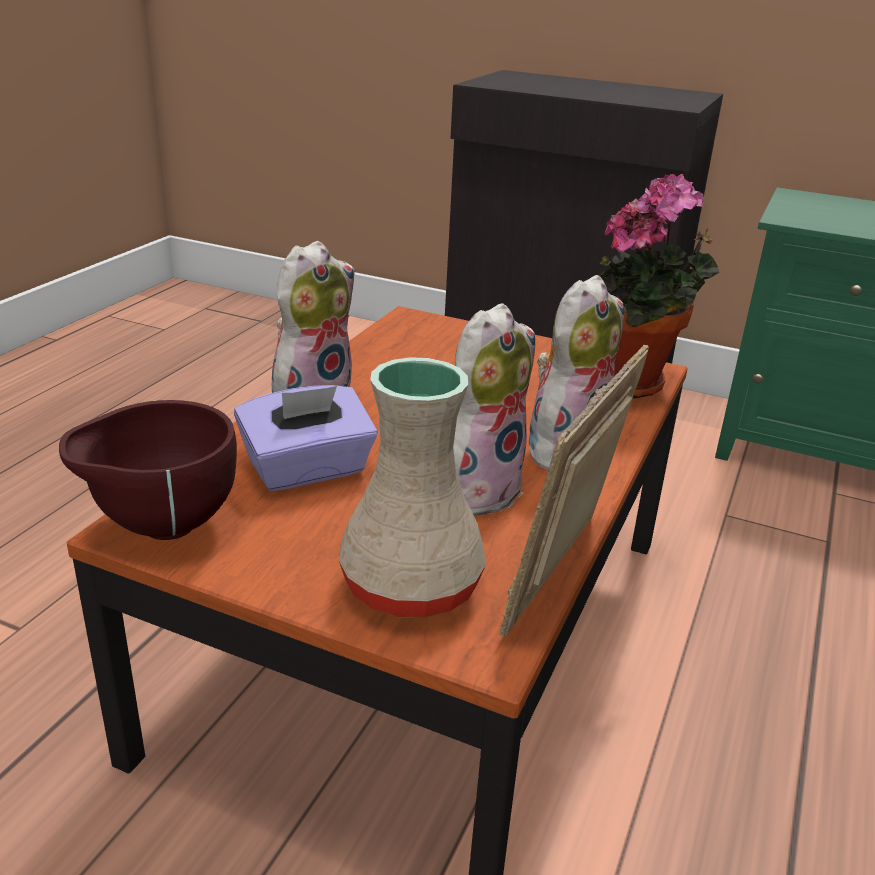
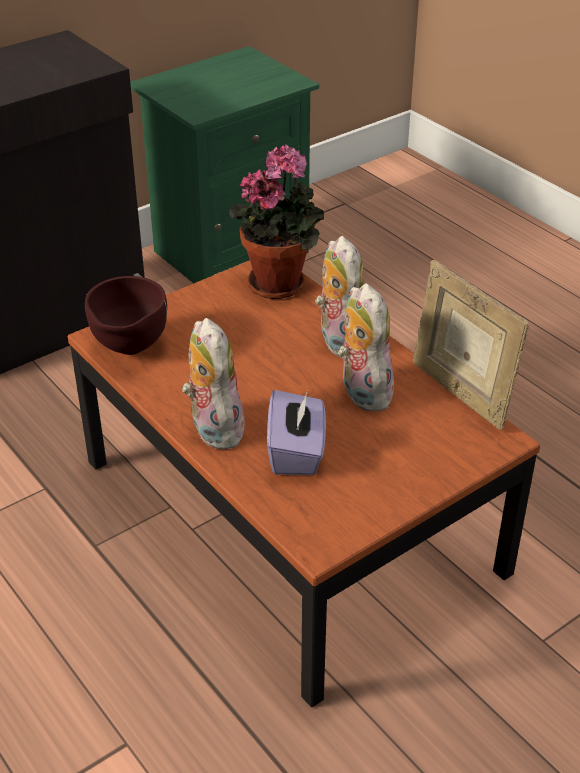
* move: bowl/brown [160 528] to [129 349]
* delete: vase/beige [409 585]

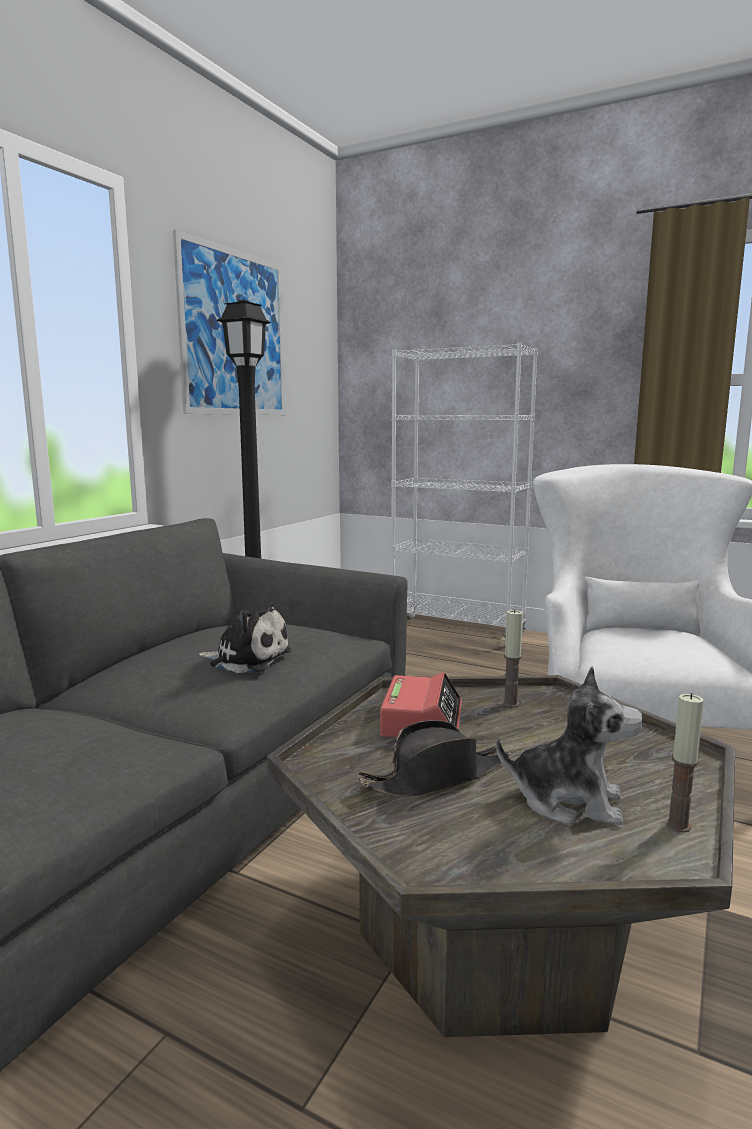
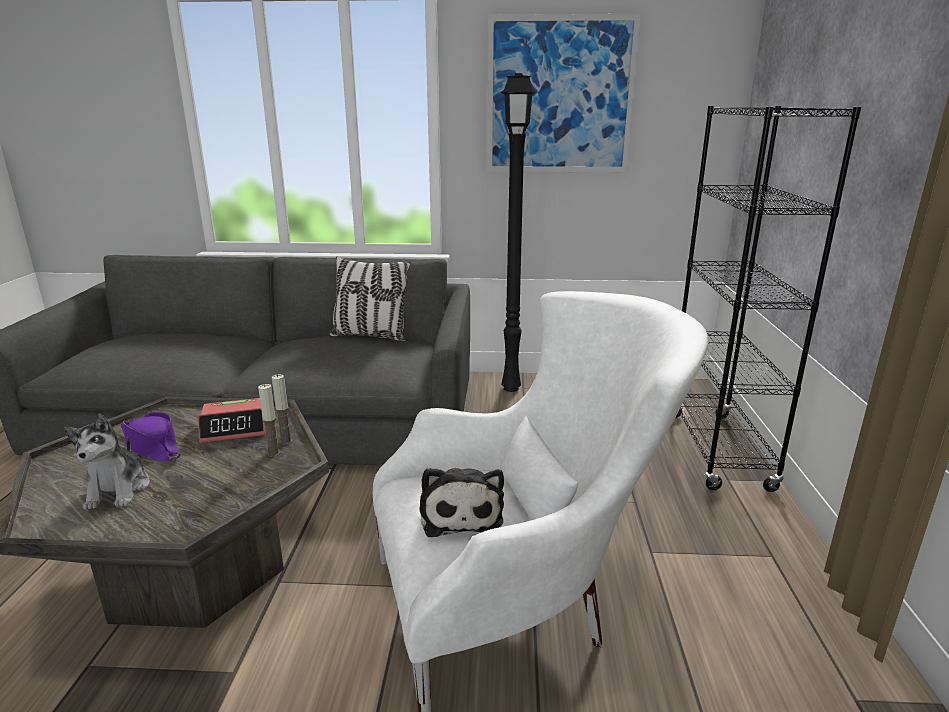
* recolor: hat/black [436 777] to hat/purple [152 446]
* move: candle [677 825] to [286 441]
* insert: pillow [370 336]
* move: plush toy [247 659] to [460 513]
* recolor: bookcase/white [457 631] to bookcase/black [717 450]

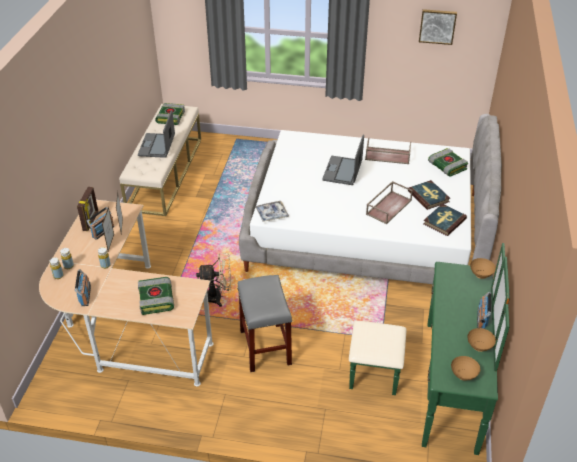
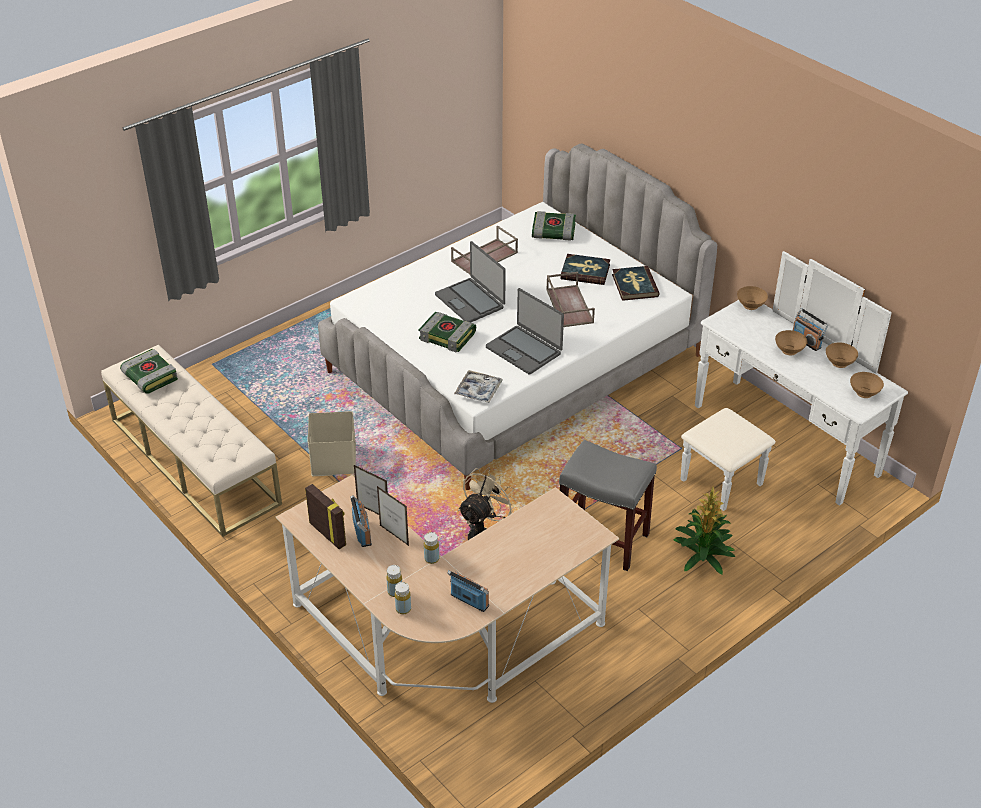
* insert: storage box/beige [332 459]
* move: book [157 300] to [448 336]
* move: laptop [157 146] to [524 350]
* insert: potted plant [703 555]
* recolor: dresser/green [433 382] to dresser/white [771 449]
* insert: bowl/brown [789 351]
* delete: picture [437 26]

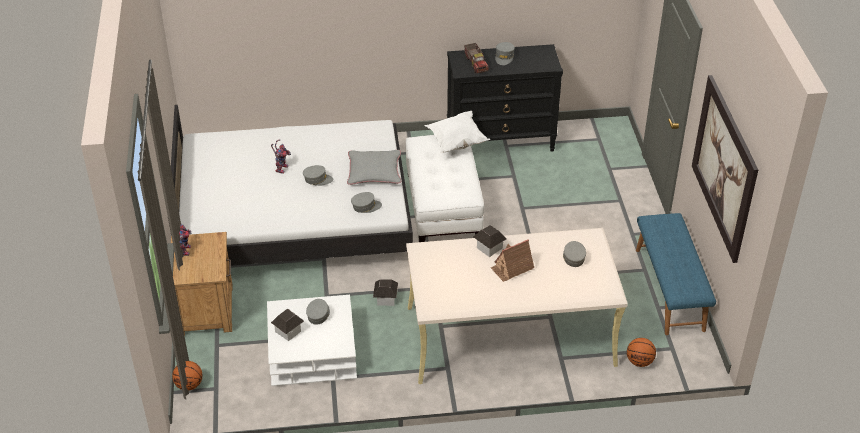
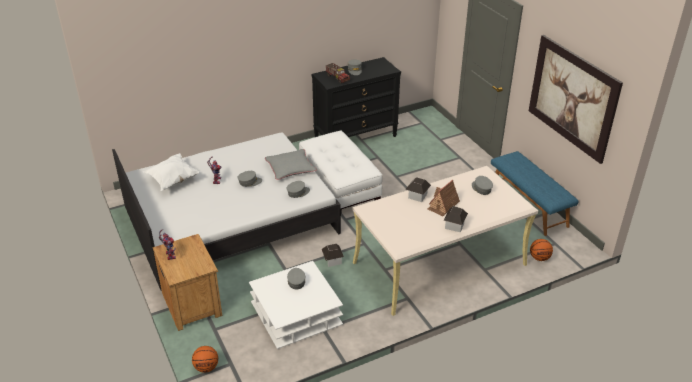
* move: pillow/white [456 143] to [173 181]
* move: toy house [288 331] to [454 226]

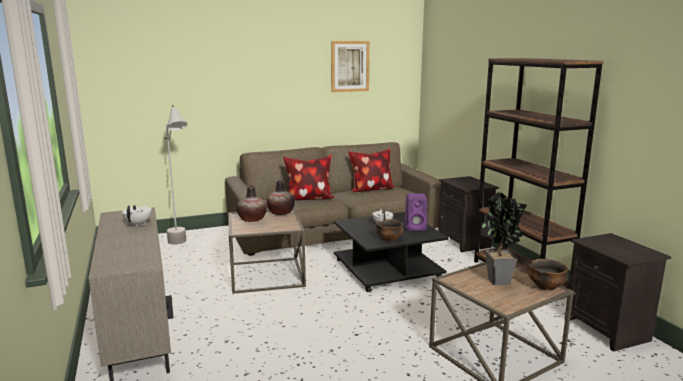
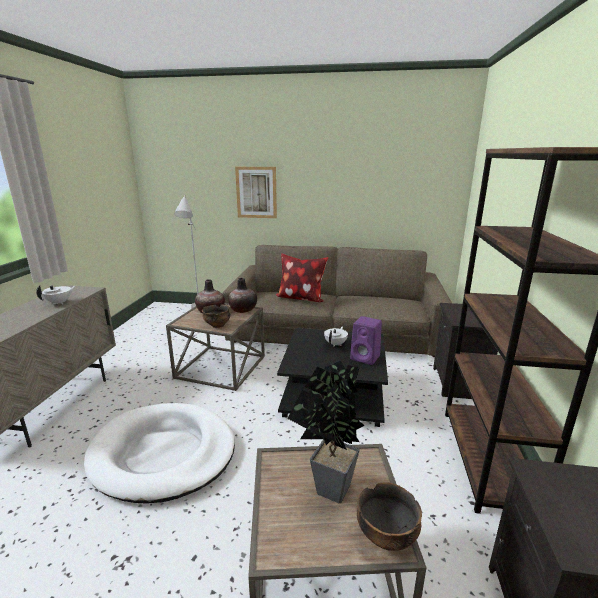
* insert: dog bed/white [163 454]
* move: bowl [389 239] to [217 325]
* move: picture [350 66] to [256 192]
* delete: pillow [371 190]

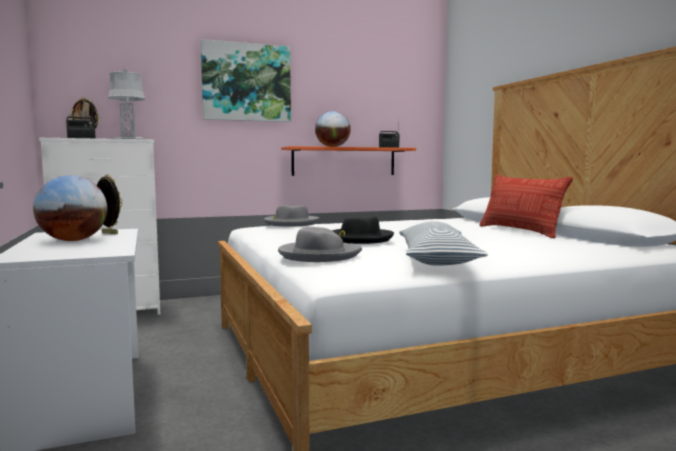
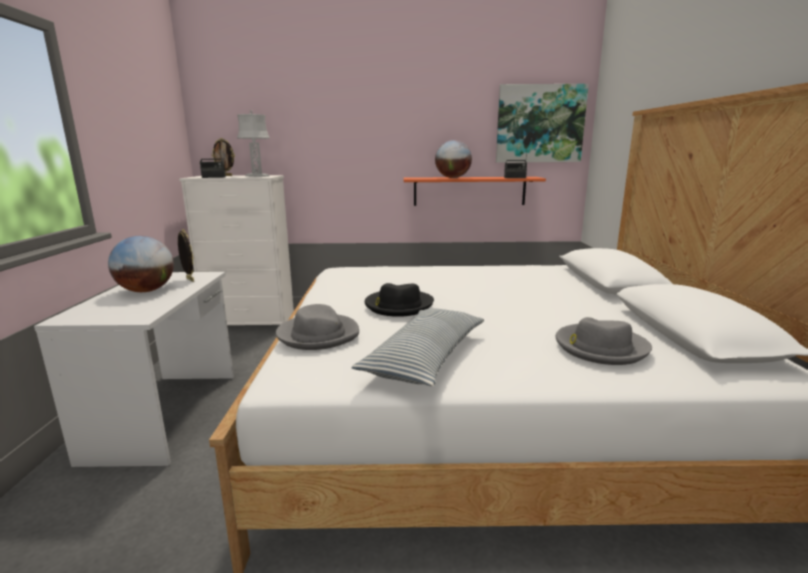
* move: picture [246 82] to [540 124]
* move: hat/grey [291 223] to [600 347]
* delete: pillow [520 231]

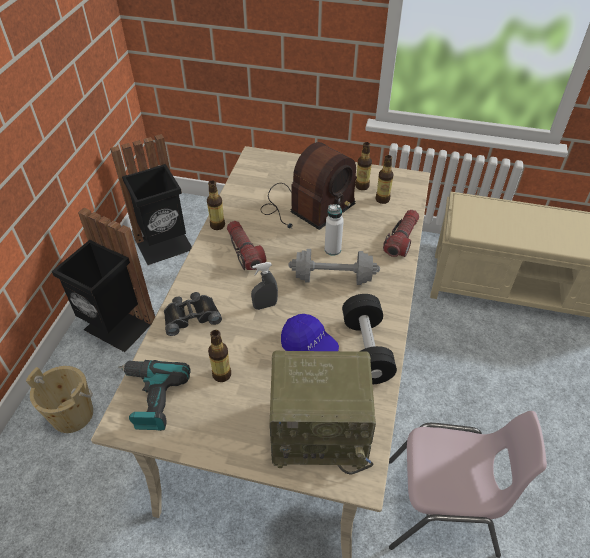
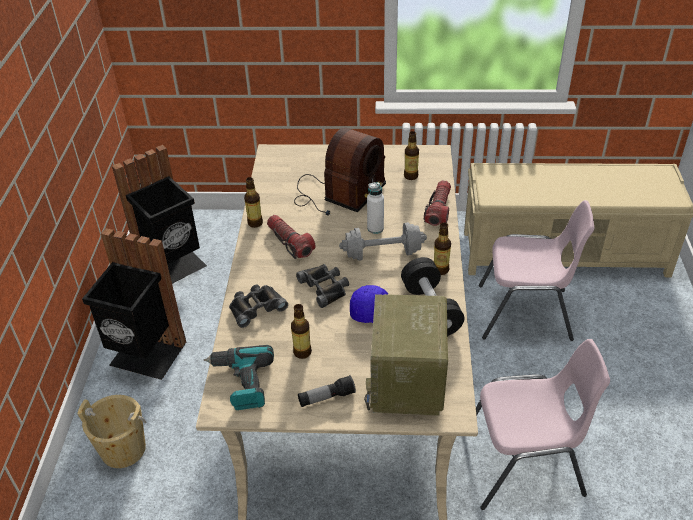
* replace: spray bottle/grey [265 305] to binoculars/black [325 287]
* insert: flashlight [326 397]
* rotate: radio [321 431] = [408 382] 105 degrees clockwise
* move: bottle [362 186] to [440 270]
* insert: chair/pink [526 313]

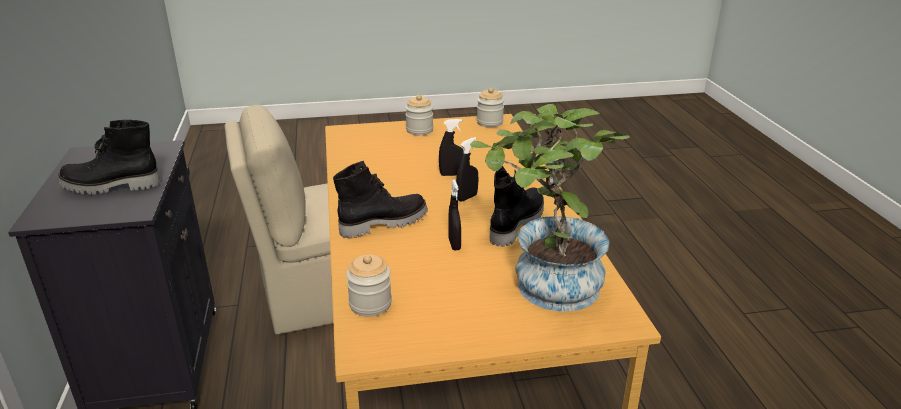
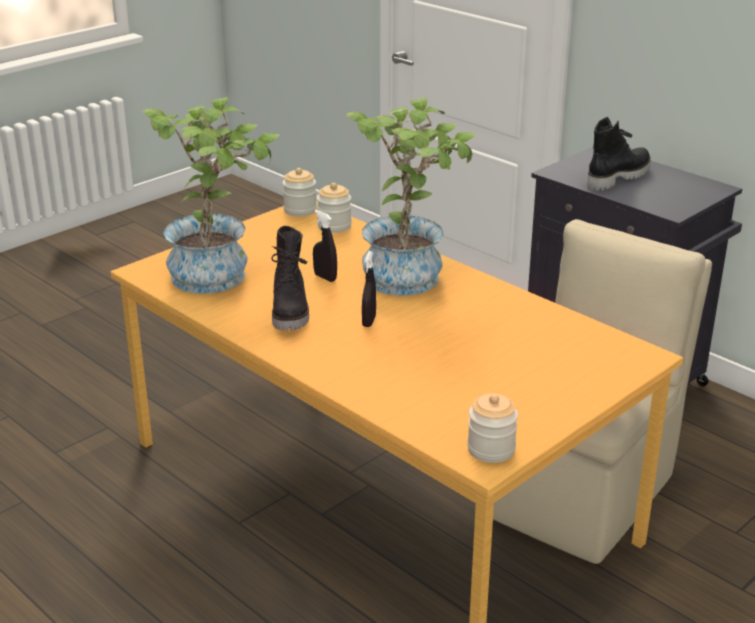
* move: jar [419 130] to [300 210]
* replace: boot/black [383 223] to potted plant [410 273]
* delete: spray bottle/black [452 174]

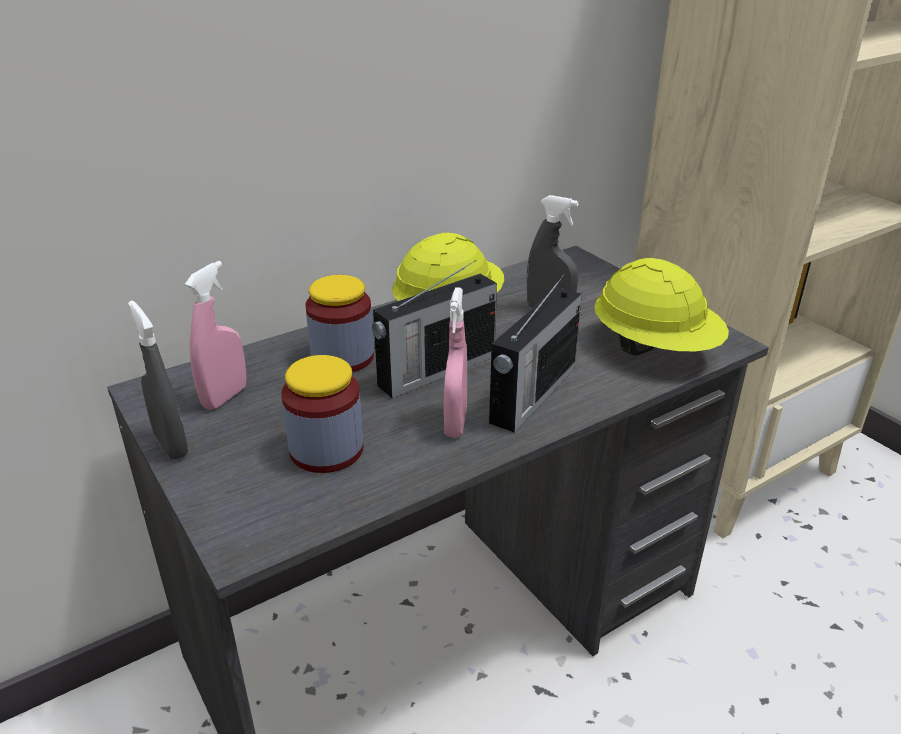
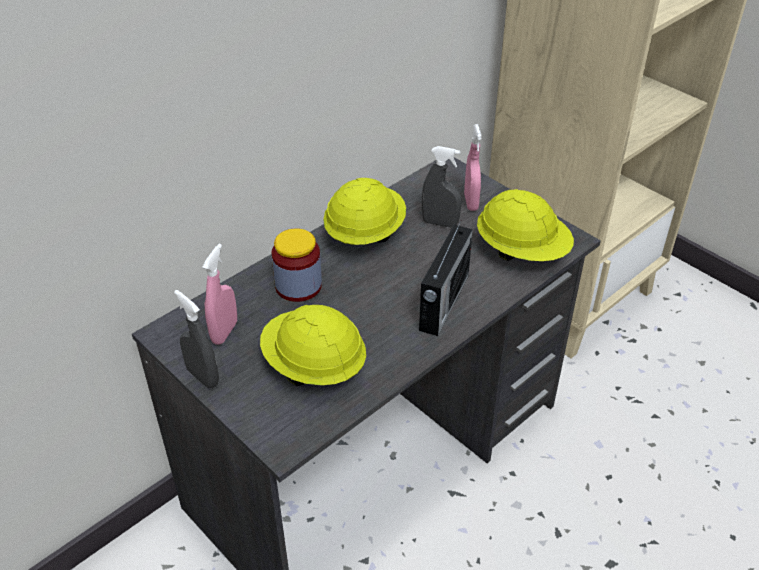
* replace: jar [326 450] to hard hat/yellow [313 367]
* move: spray bottle/pink [455 423] to [471 202]
* delete: radio [434 371]

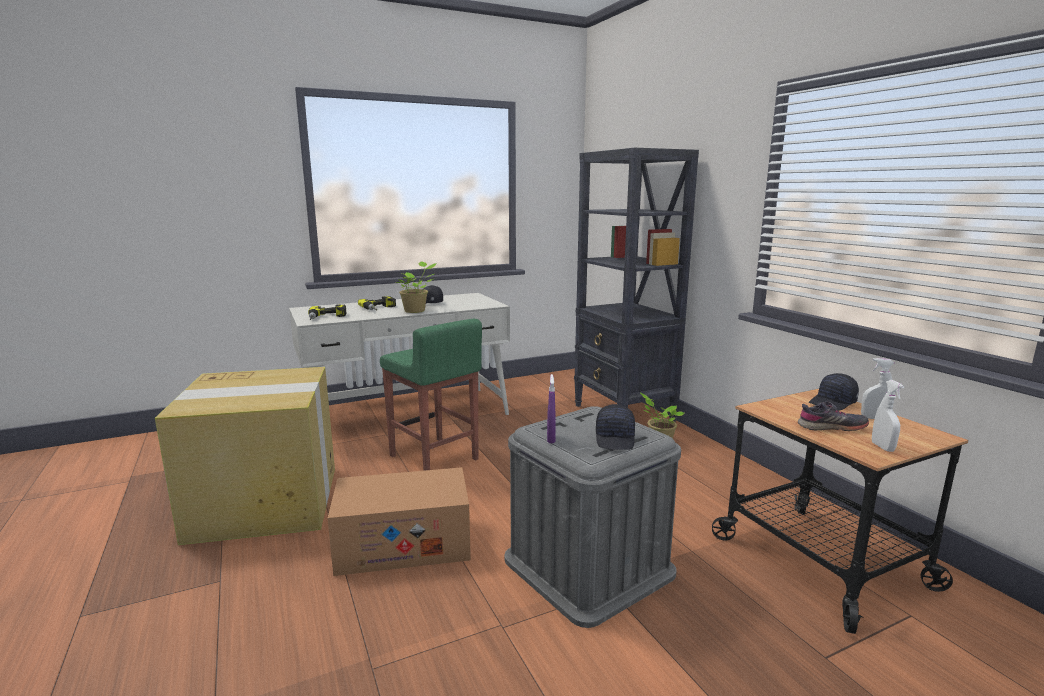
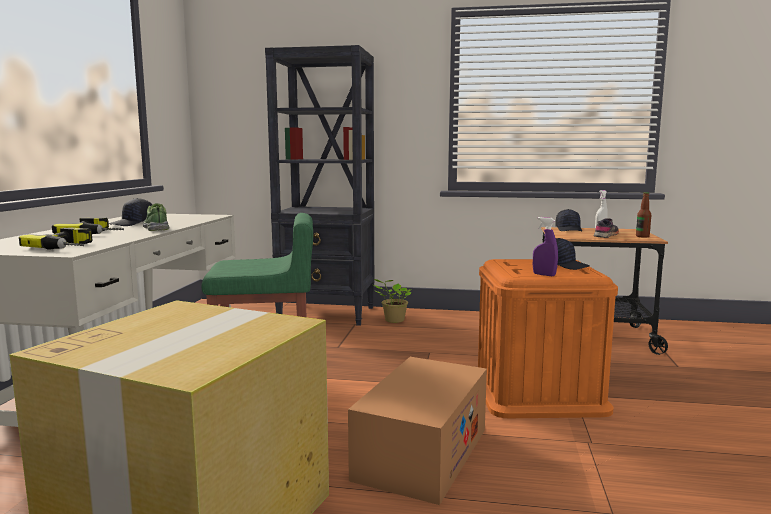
* replace: potted plant [416 311] to shoe [157 228]
* recolor: storage box/grey [588 565] to storage box/orange [537 391]
* replace: spray bottle/white [882 447] to bottle [642 236]

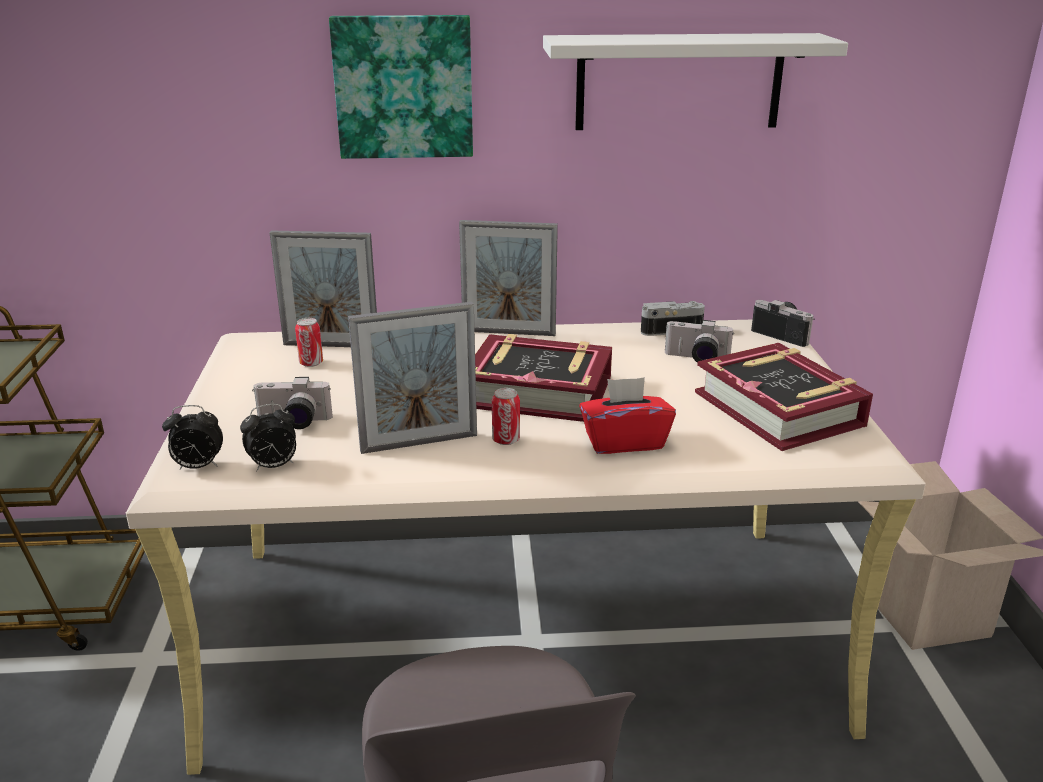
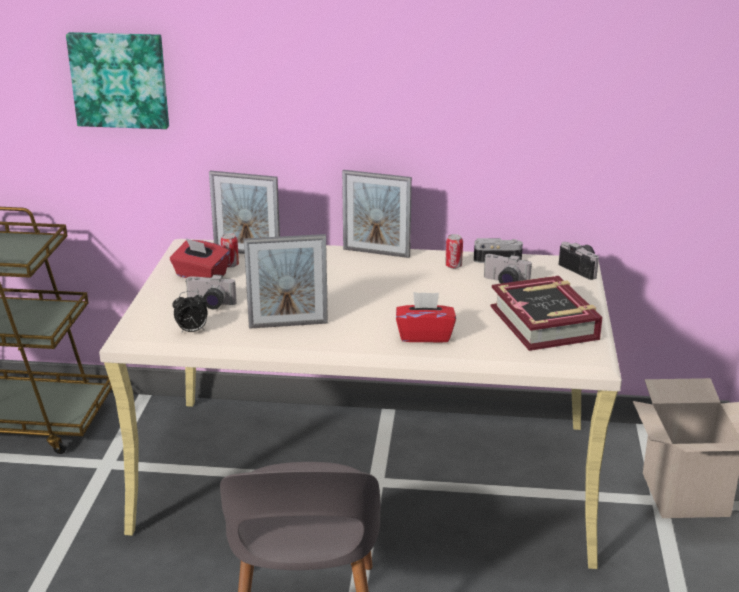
* move: picture [404 87] to [120 79]
* insert: tissue box/red [200 276]
* move: can [506 440] to [453 266]
* delete: alarm clock [198 467]
* delete: book [538 391]
* delete: shelf/white [679 82]

